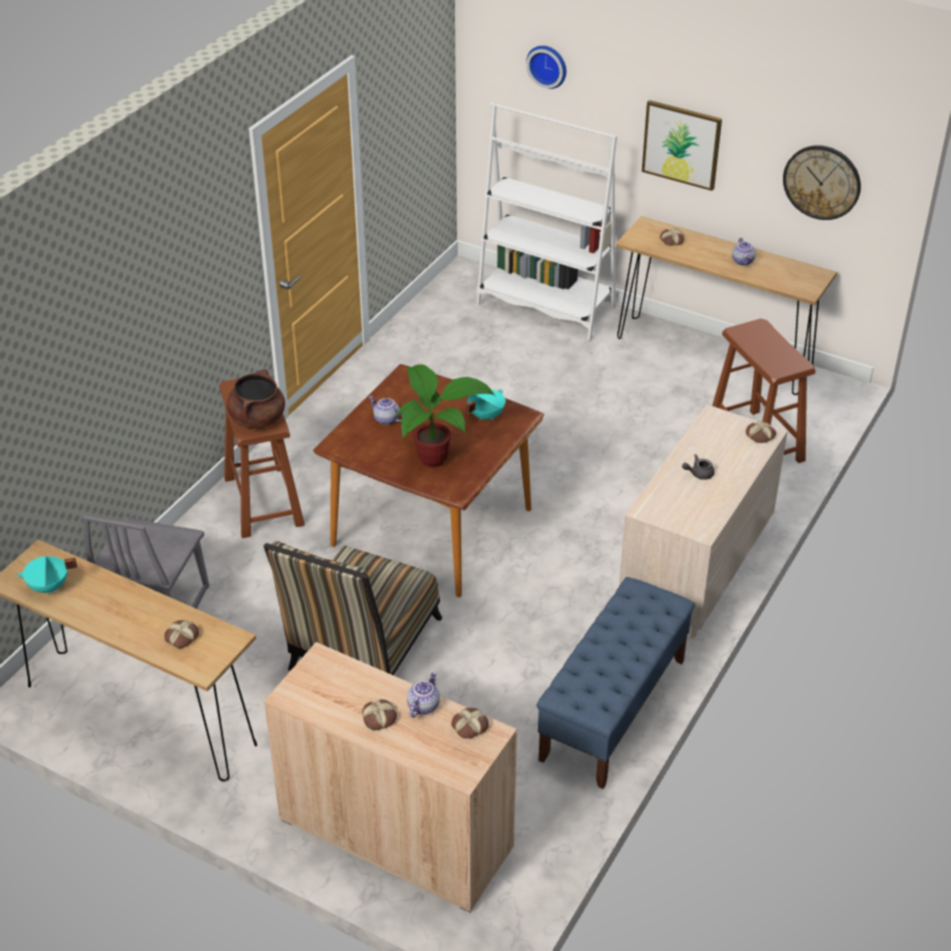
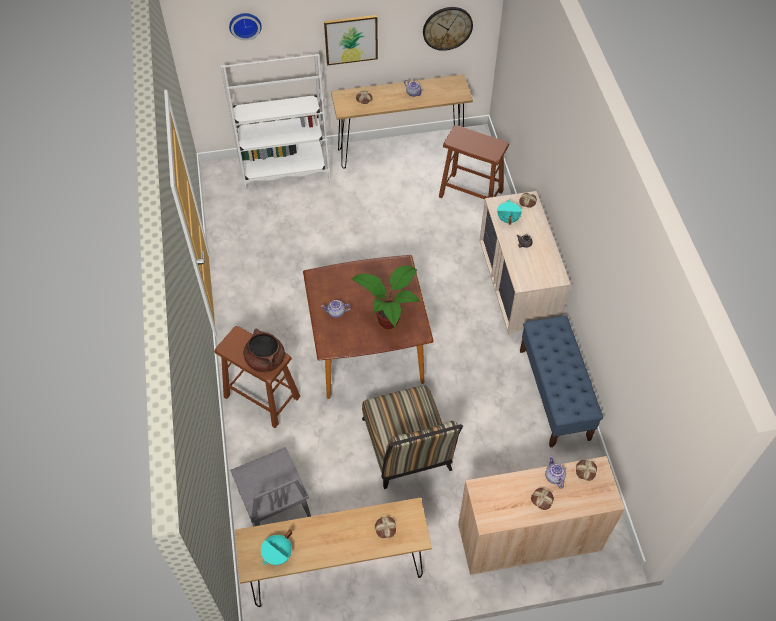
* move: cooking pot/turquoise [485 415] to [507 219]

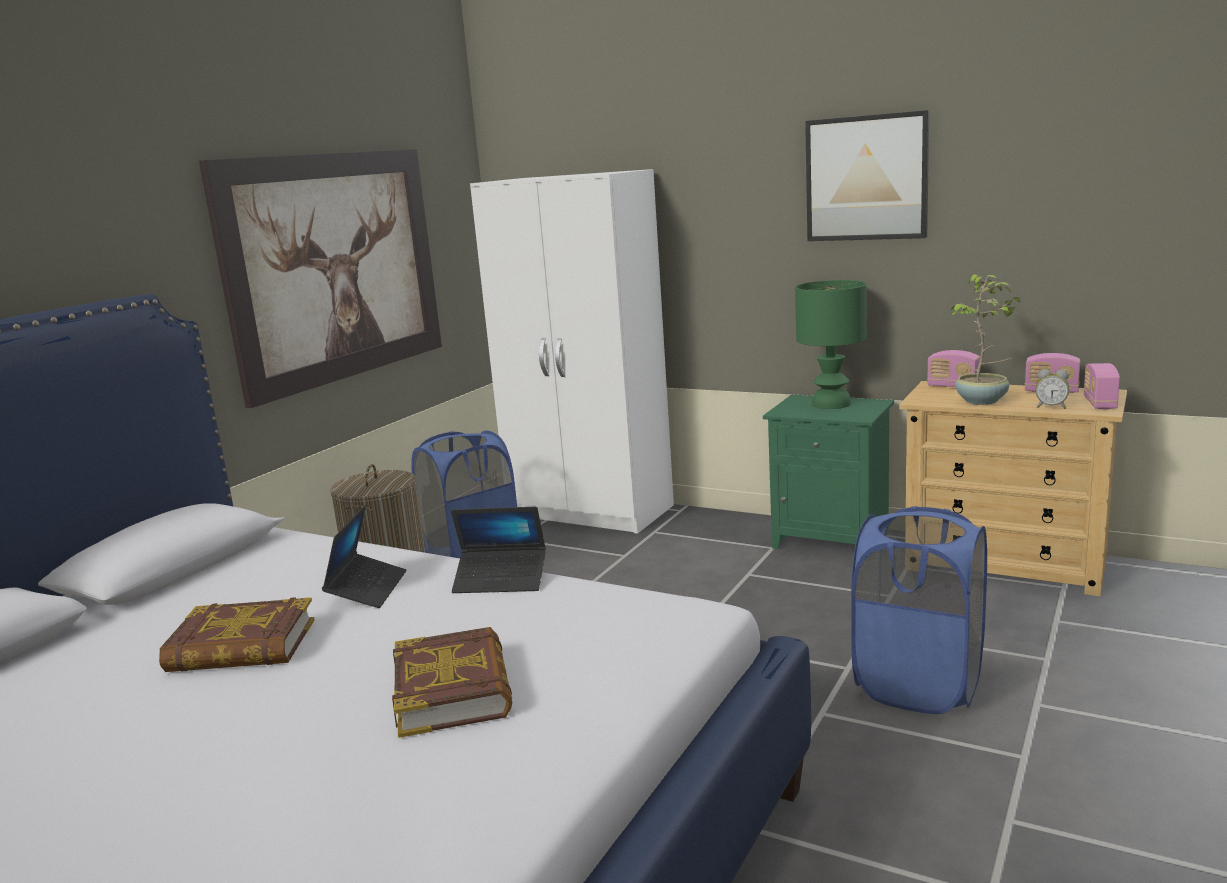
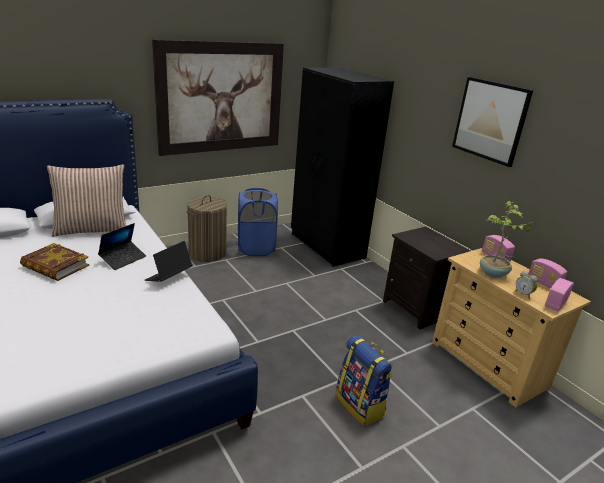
* insert: pillow [92 229]
* rotate: laptop [501 580] = [168 277] 90 degrees clockwise
* recolor: wardrobe/white [591 511] to wardrobe/black [327 246]
* replace: laundry basket/blue [918 685] to backpack [360 405]
* recolor: nightstand/green [833 539] to nightstand/black [417 309]
* delete: book [453 690]
* delete: table lamp/green [832 404]

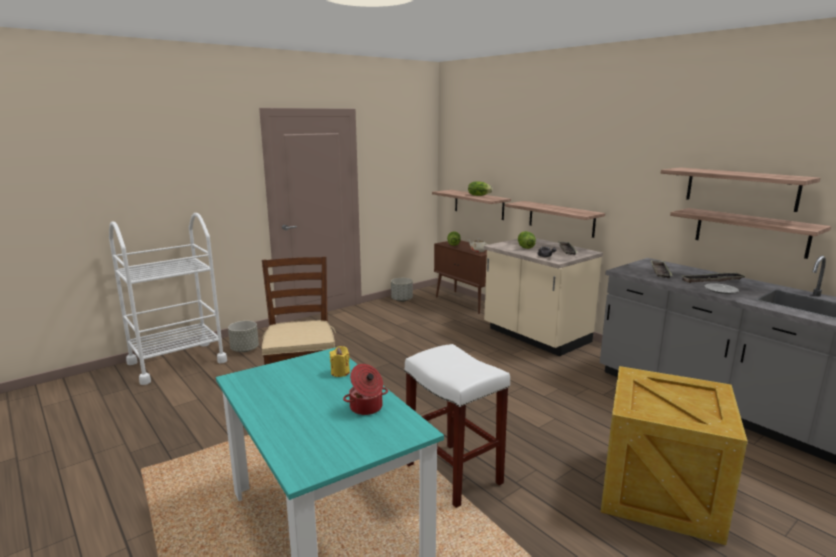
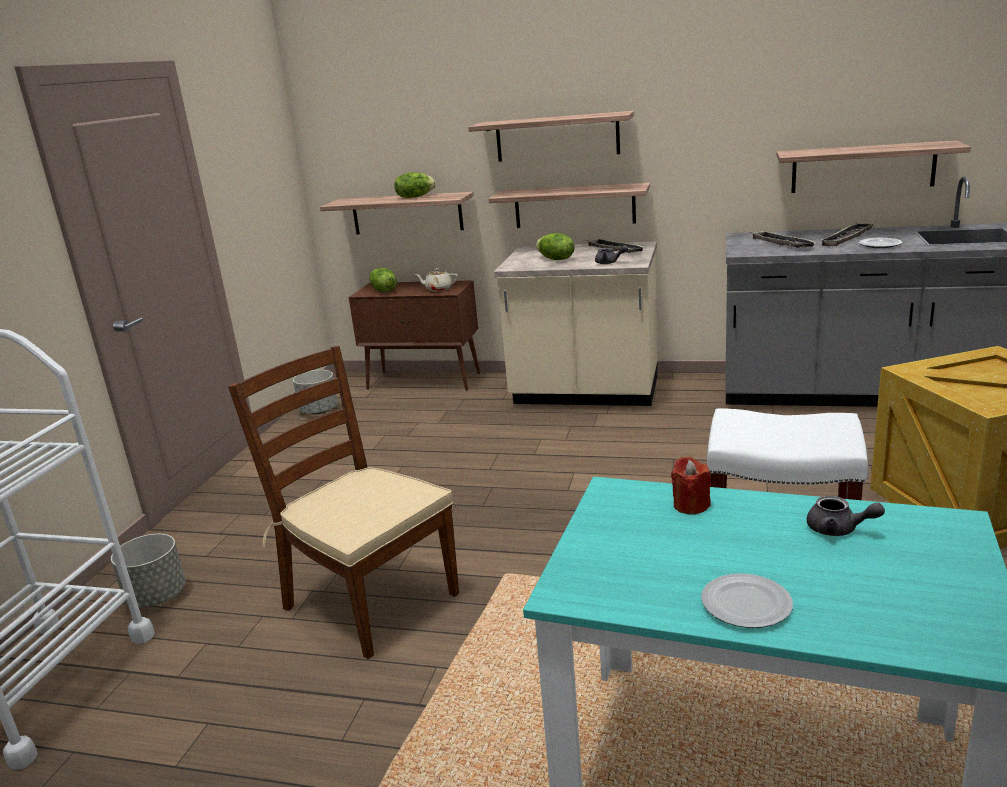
* move: shelf [740 188] to [557 137]
* recolor: candle/yellow [340 373] to candle/red [691 505]
* insert: plate [746 604]
* replace: cooking pot [366 408] to teapot/grey [838 530]

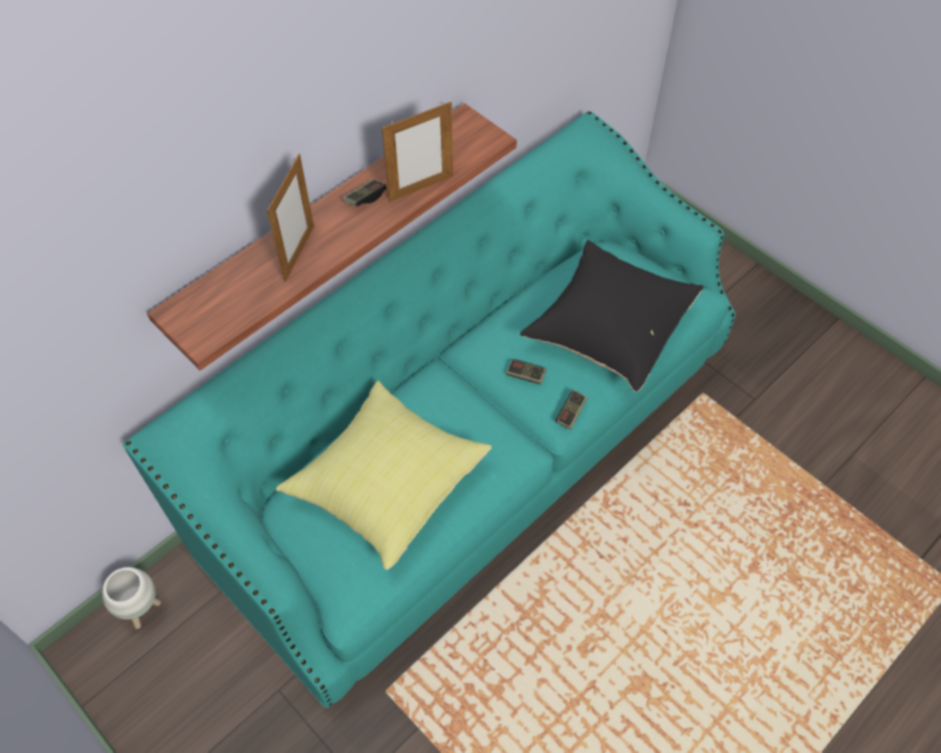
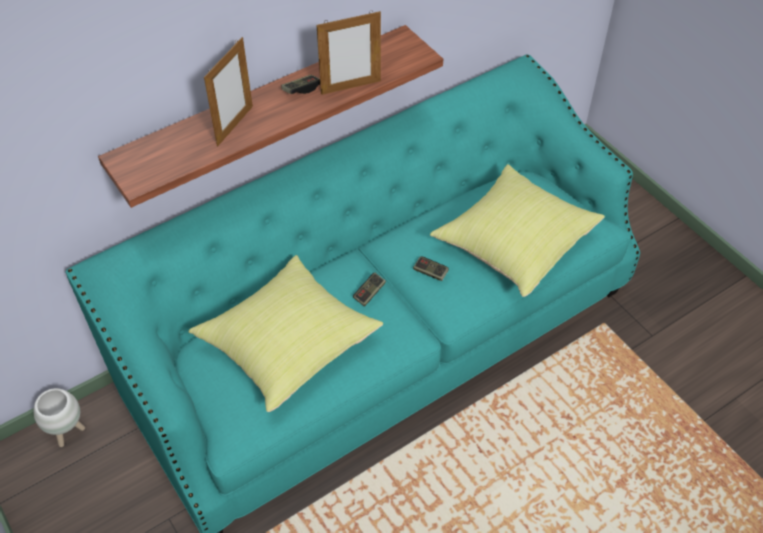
* move: game controller [571 413] to [369 293]
* recolor: pillow/black [609 328] to pillow/yellow [514 243]

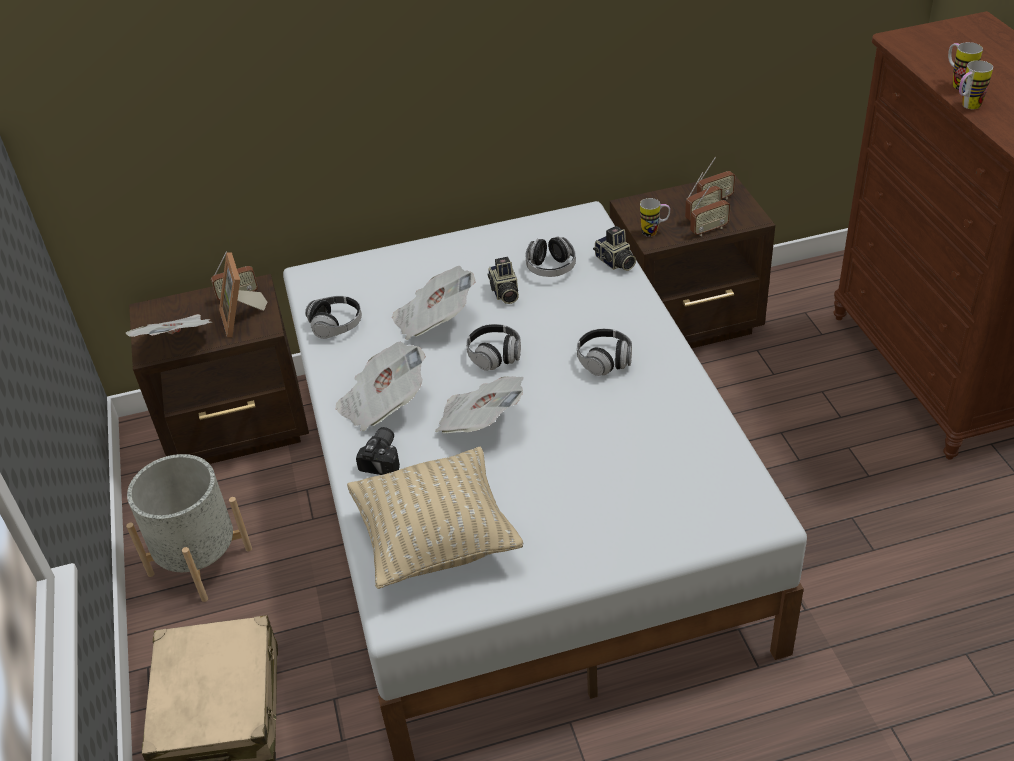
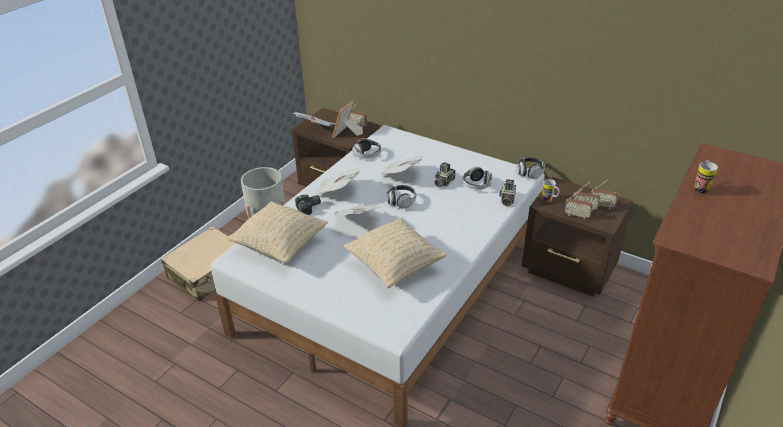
* insert: pillow/beige [395 267]
* move: headphones [604 361] to [529 172]
* delete: mug [967 107]

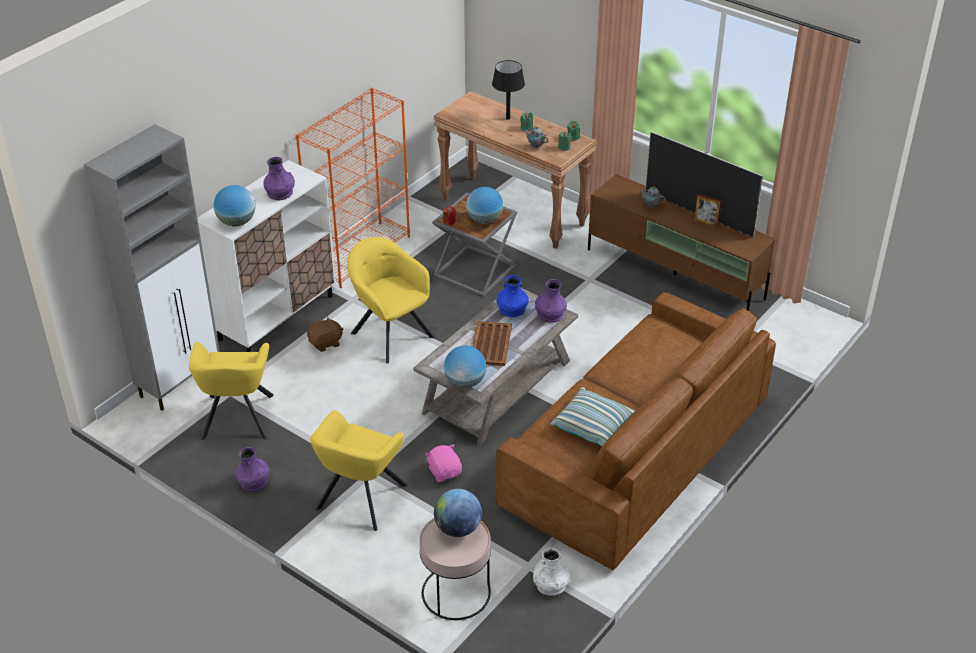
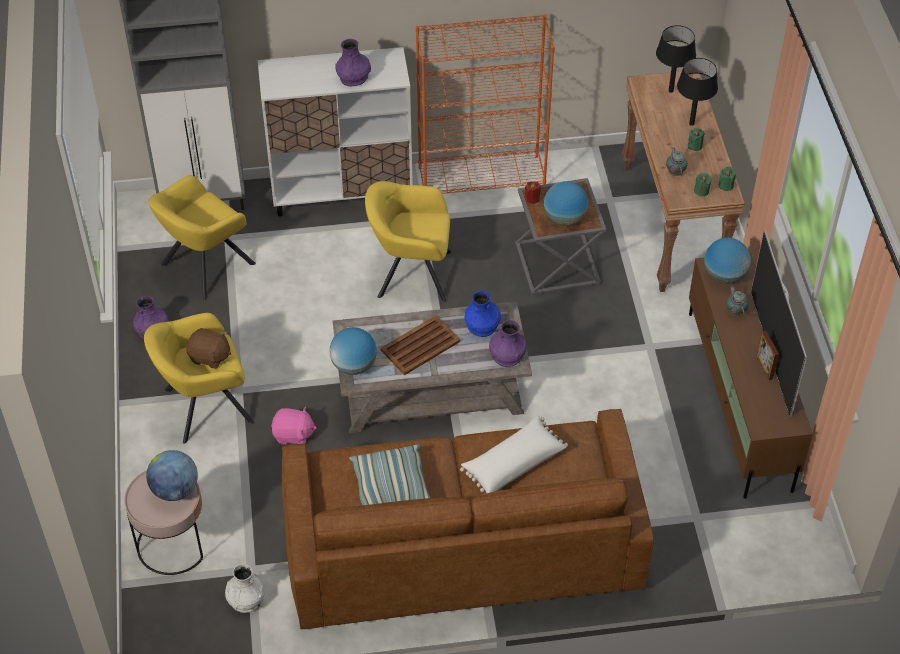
* move: plush toy/brown [326 343] to [209 357]
* rotate: plush toy/pink [444 472] = [293 435] 75 degrees clockwise
* rotate: armchair/yellow [390 333] = [410 273] 90 degrees counterclockwise
* insert: pillow/white [512 463]
* insert: table lamp/black [671 91]
* move: globe [236 222] to [724 275]

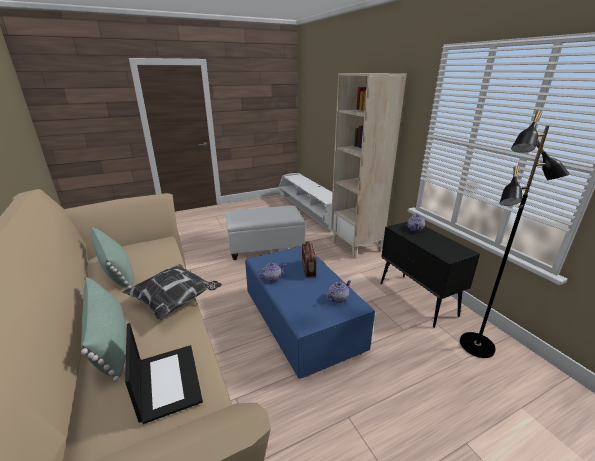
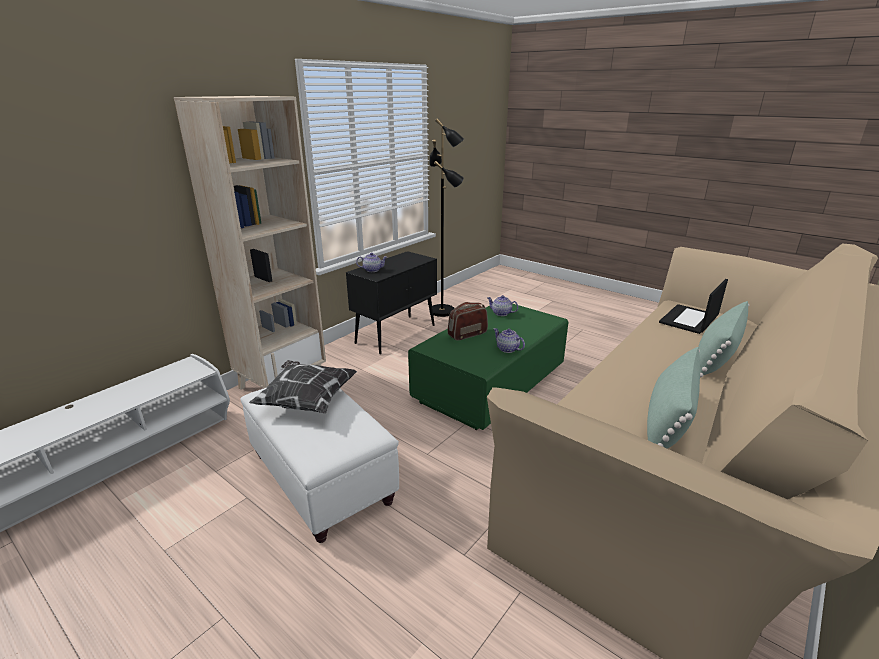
* move: pillow [175 301] to [307 401]
* recolor: coffee table/blue [302 323] to coffee table/green [490 386]

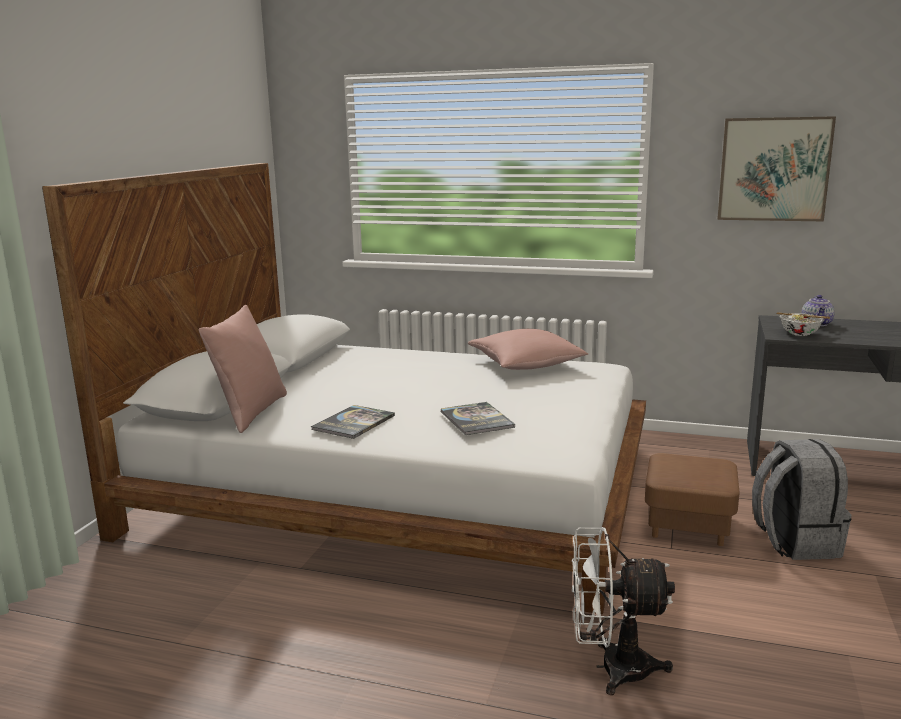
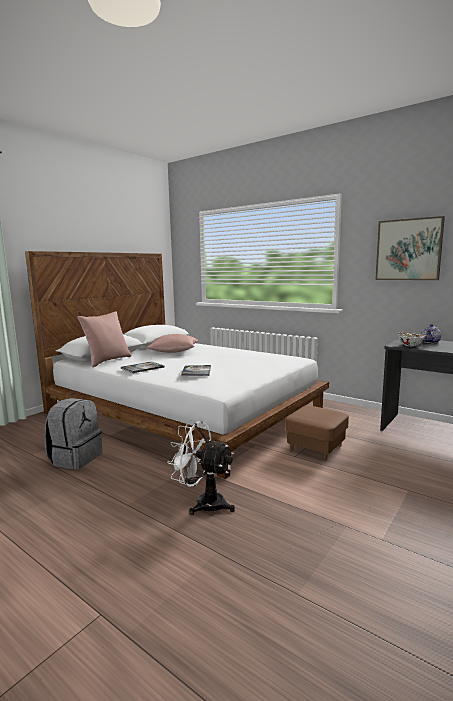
* move: backpack/grey [794 541] to [75 458]
* move: pillow/pink [526 365] to [173 351]

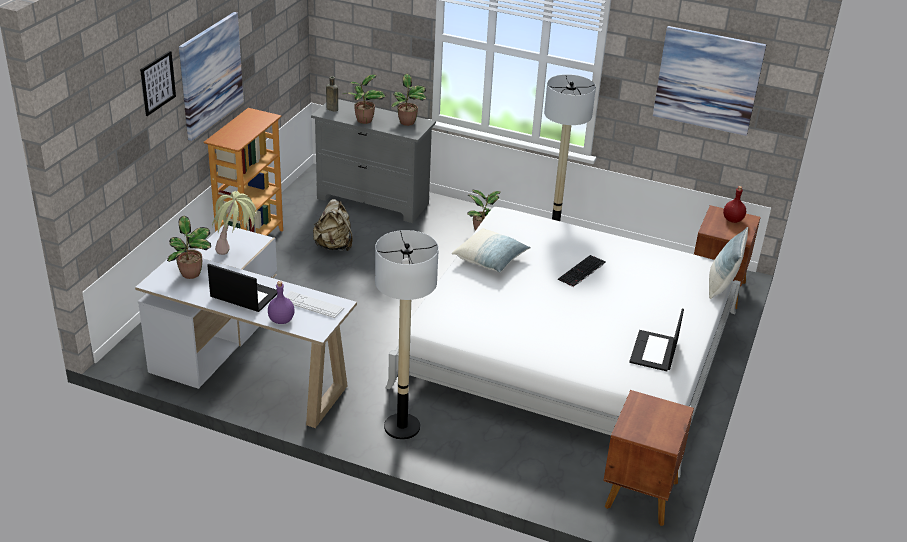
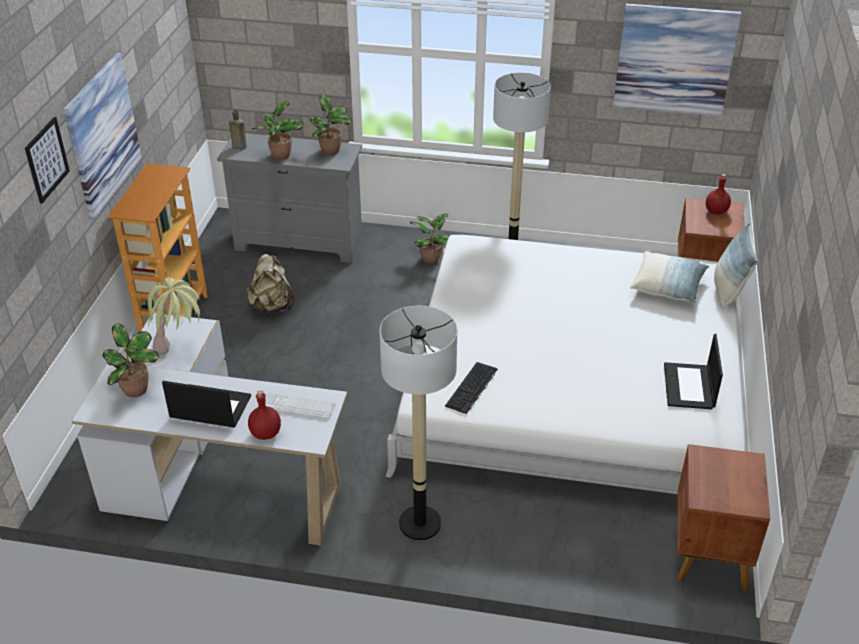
* recolor: bottle/purple [281 320] to bottle/red [265 434]
* move: keyboard [582 271] to [472 388]
* move: pillow [490 259] to [667 286]

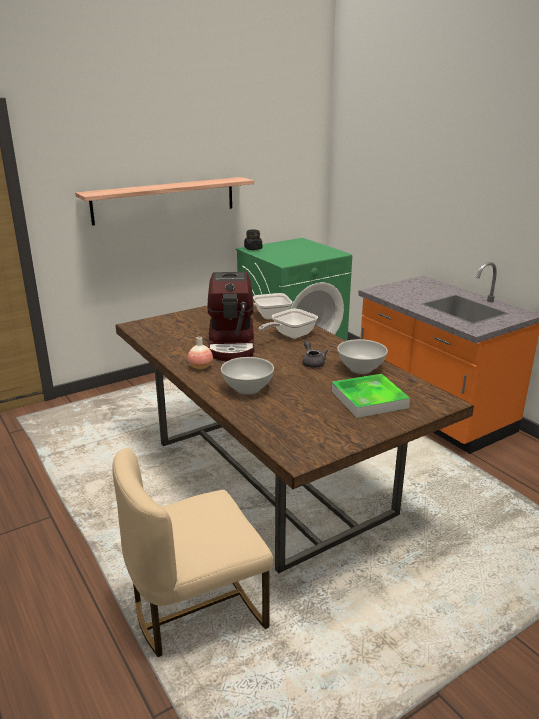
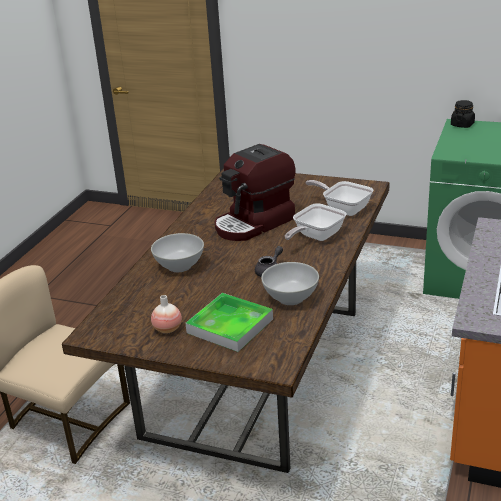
* move: vase [200 367] to [167 329]
* rotate: frying pan [290 335] = [316 237] 60 degrees counterclockwise
* delete: shelf [165 200]

